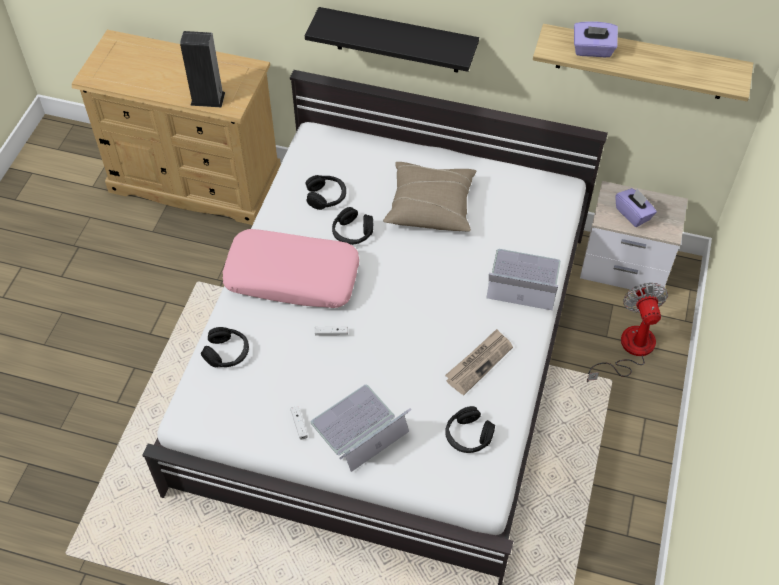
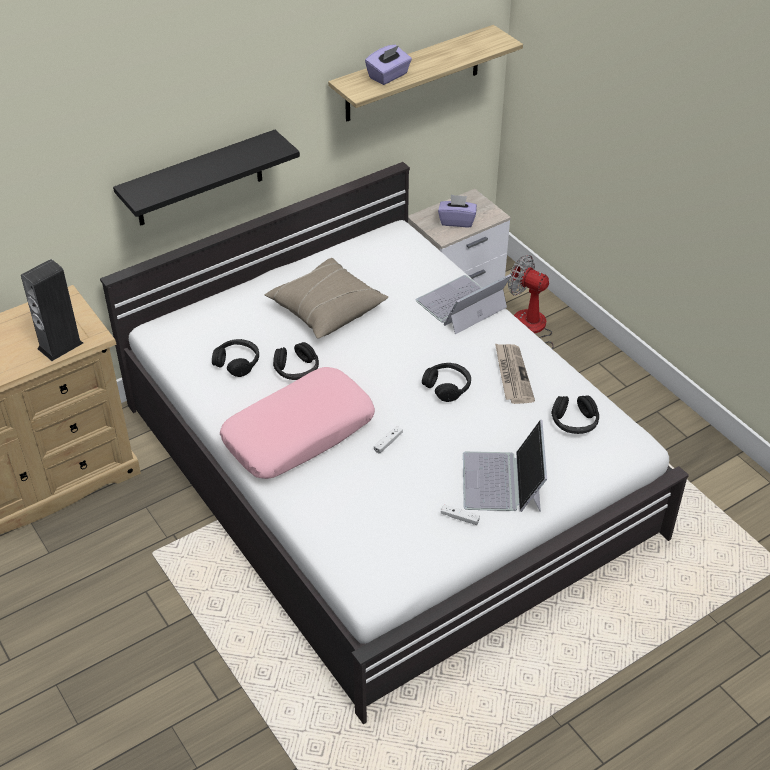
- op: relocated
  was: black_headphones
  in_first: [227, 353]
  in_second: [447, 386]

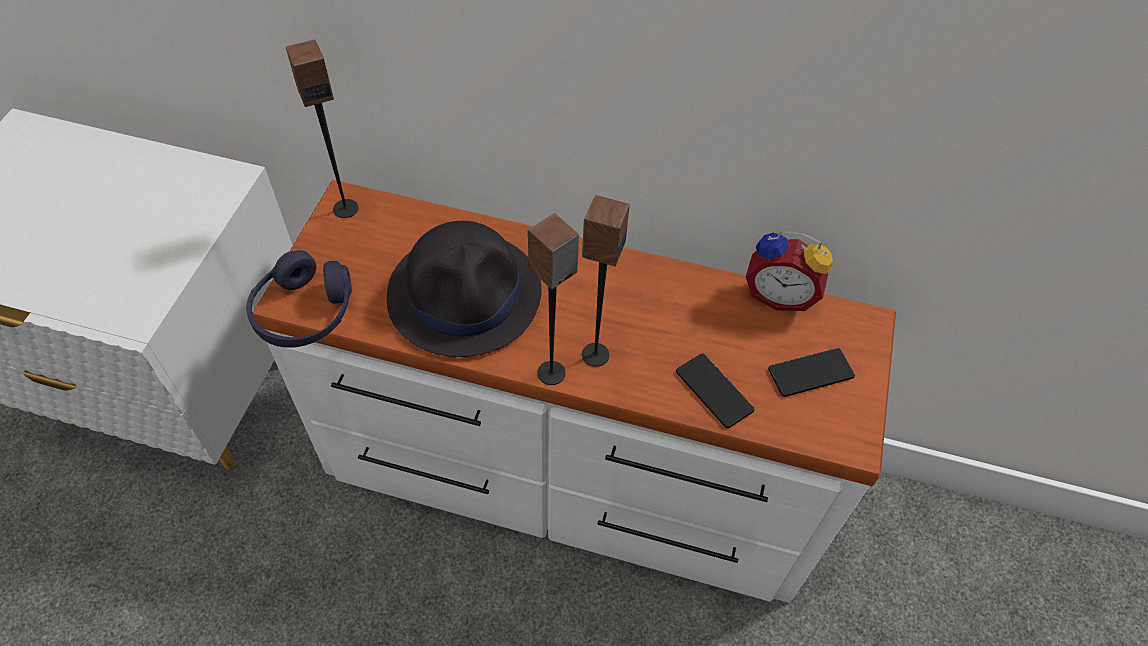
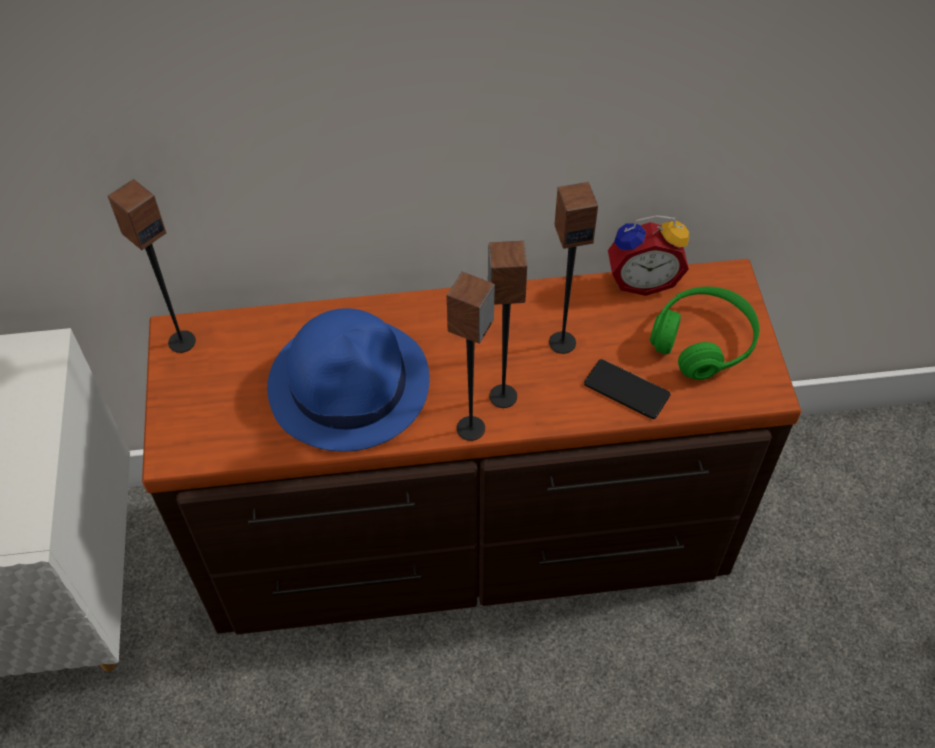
- op: colour
  was: white_dresser
  now: brown_dresser
  in_first: [568, 475]
  in_second: [468, 538]
- op: colour
  was: black_hat
  now: blue_hat
  in_first: [466, 294]
  in_second: [350, 384]
- op: appeared
  now: speaker
  in_second: [562, 342]
- op: exchanged
  was: phone
  now: green_headphones
  in_first: [810, 373]
  in_second: [702, 342]
- op: missing
  was: purple_headphones
  in_first: [304, 312]

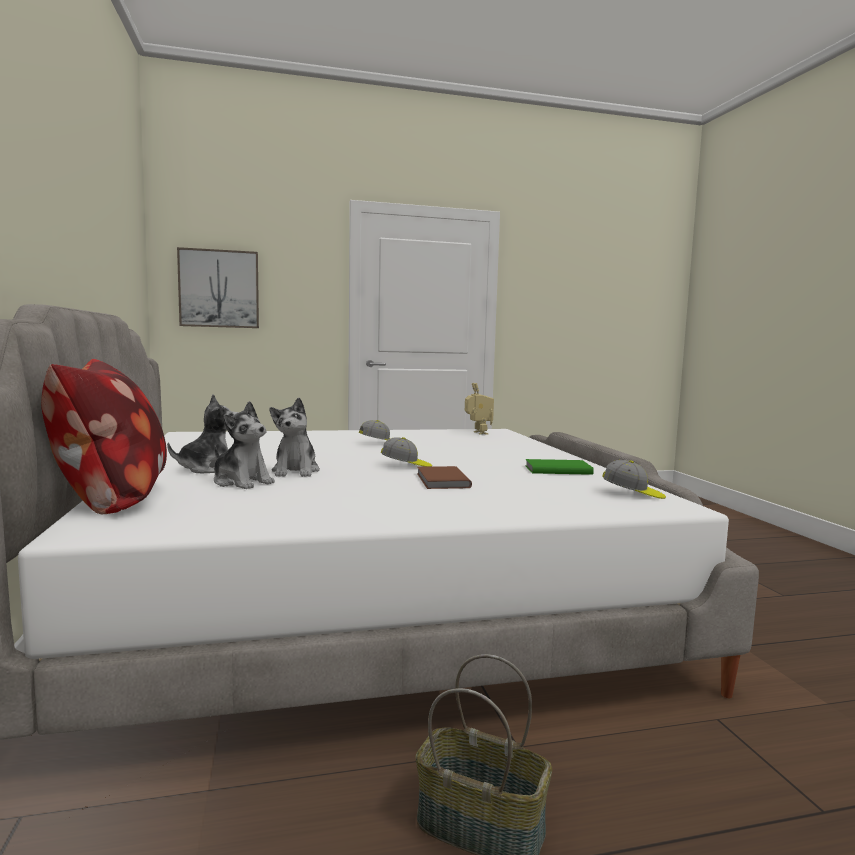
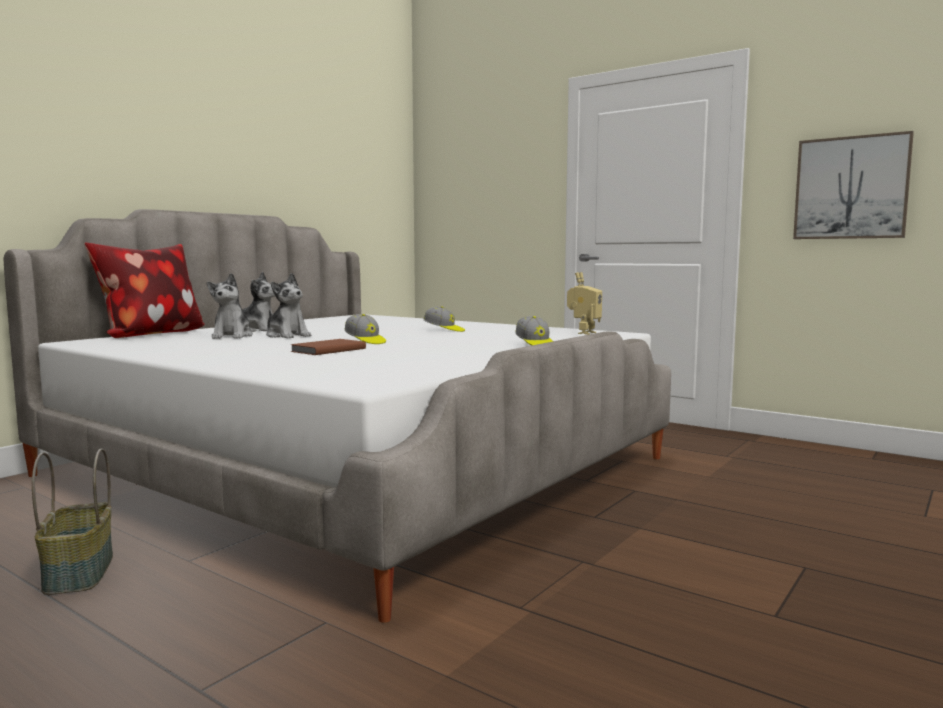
- op: spun
  was: plush_toy
  in_first: [296, 471]
  in_second: [287, 336]
  clockwise: -90
- op: relocated
  was: cap
  in_first: [633, 494]
  in_second: [535, 345]
- op: relocated
  was: picture
  in_first: [219, 289]
  in_second: [851, 188]
- op: missing
  was: green_book
  in_first: [556, 469]

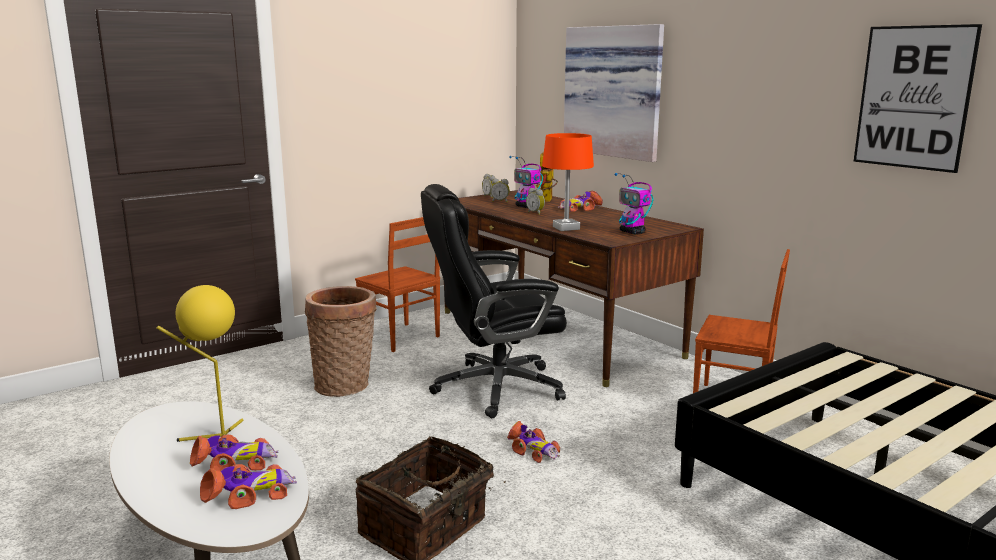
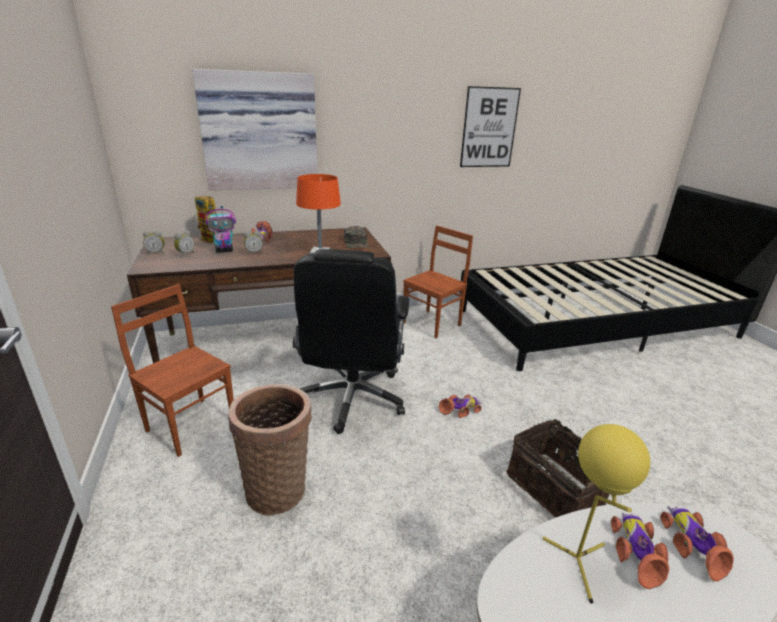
- op: spun
  was: brown_chair
  in_first: [400, 338]
  in_second: [191, 424]
  clockwise: -120
- op: exchanged
  was: toy_robot
  now: green_cap
  in_first: [632, 232]
  in_second: [356, 243]

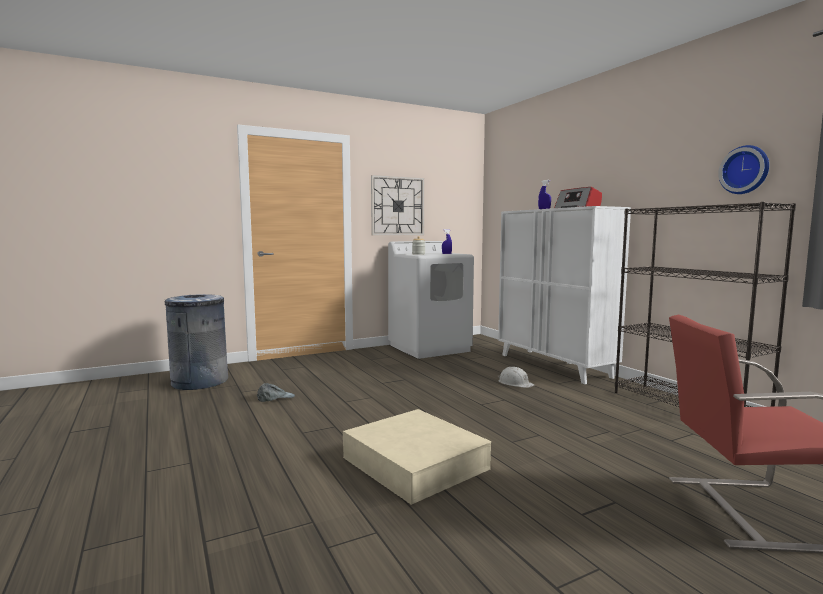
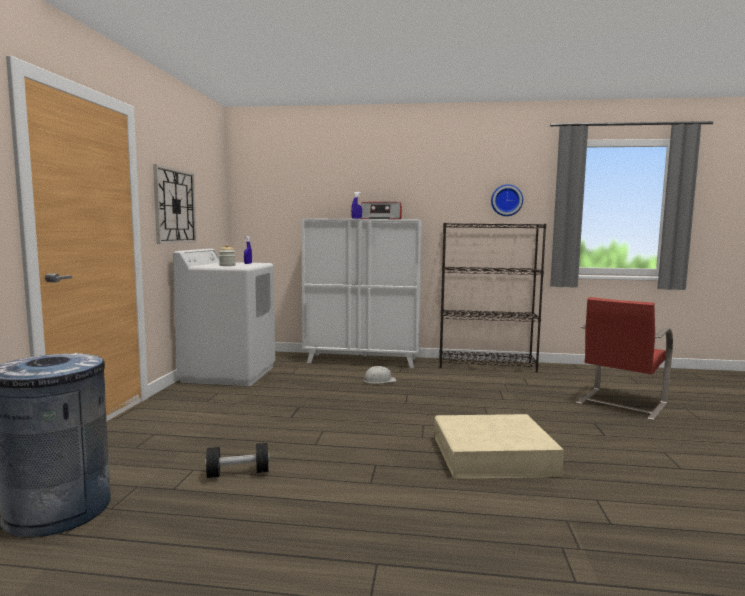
- op: exchanged
  was: grey_cap
  now: black_dumbbell
  in_first: [275, 397]
  in_second: [238, 473]

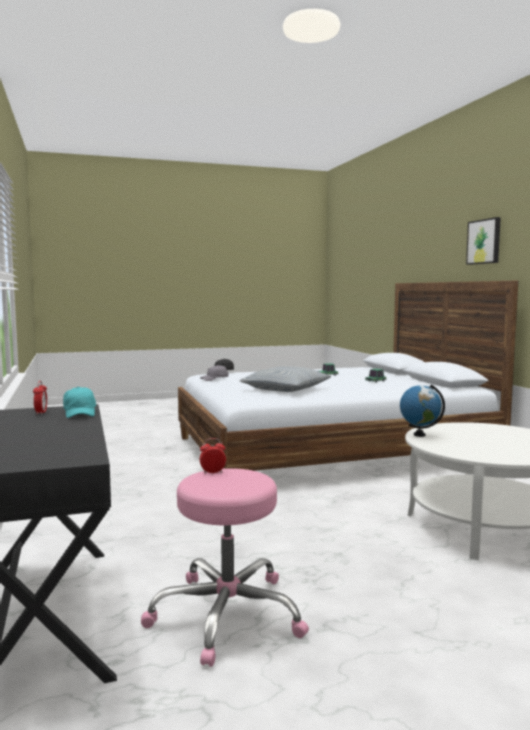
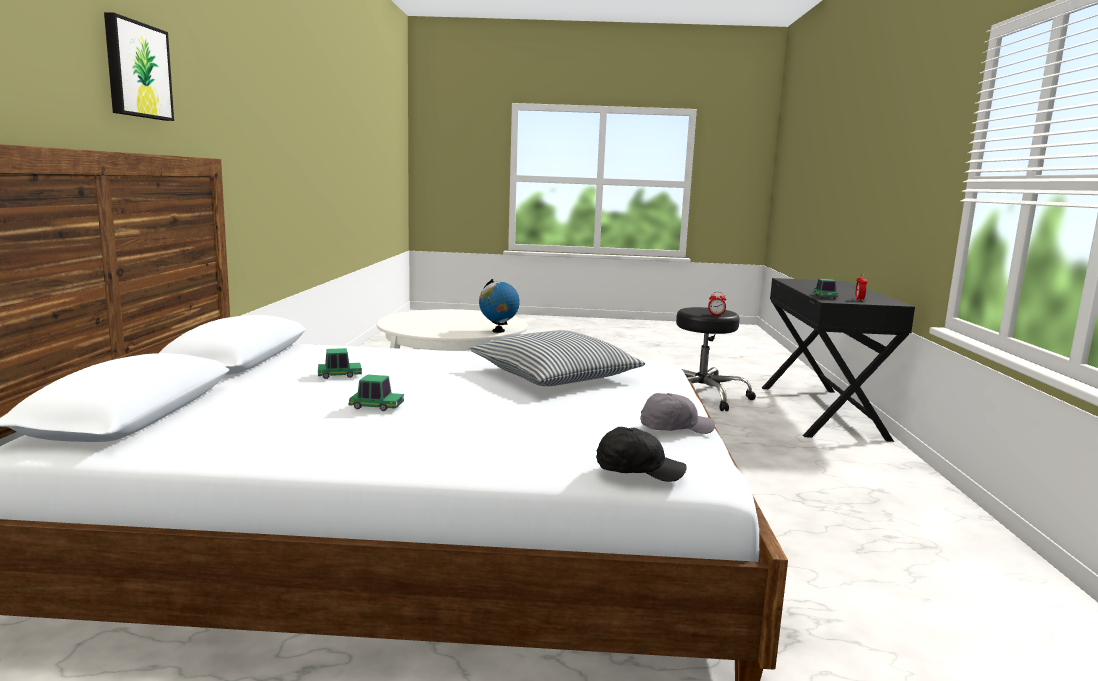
- op: colour
  was: pink_stool
  now: black_stool
  in_first: [226, 615]
  in_second: [702, 396]
- op: exchanged
  was: turquoise_cap
  now: toy_car
  in_first: [80, 413]
  in_second: [824, 296]

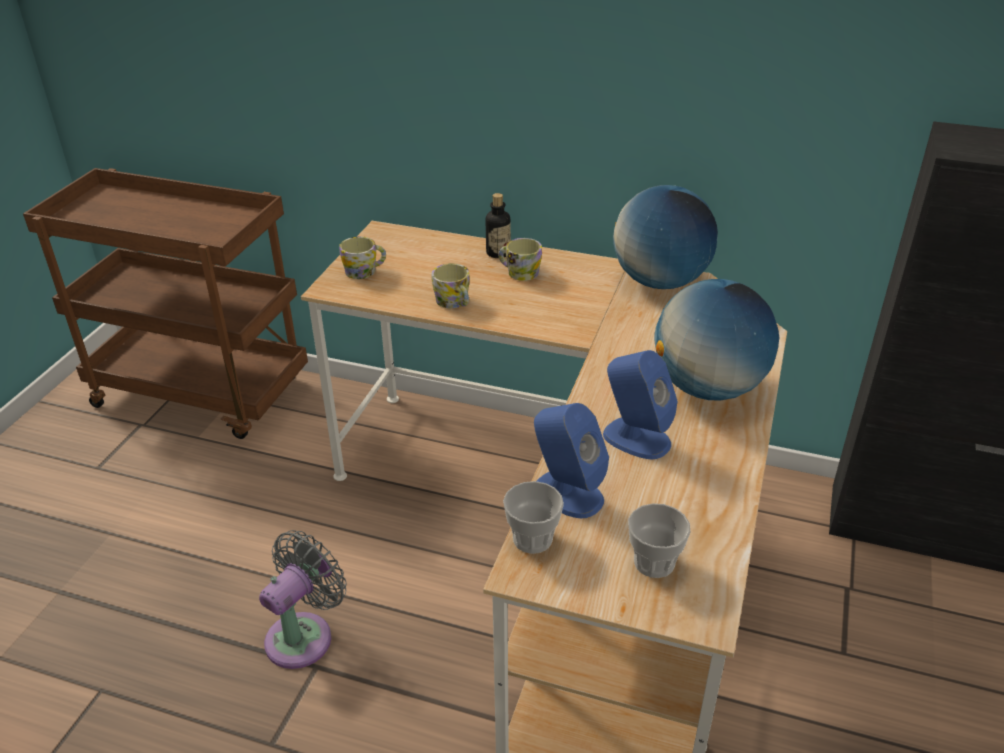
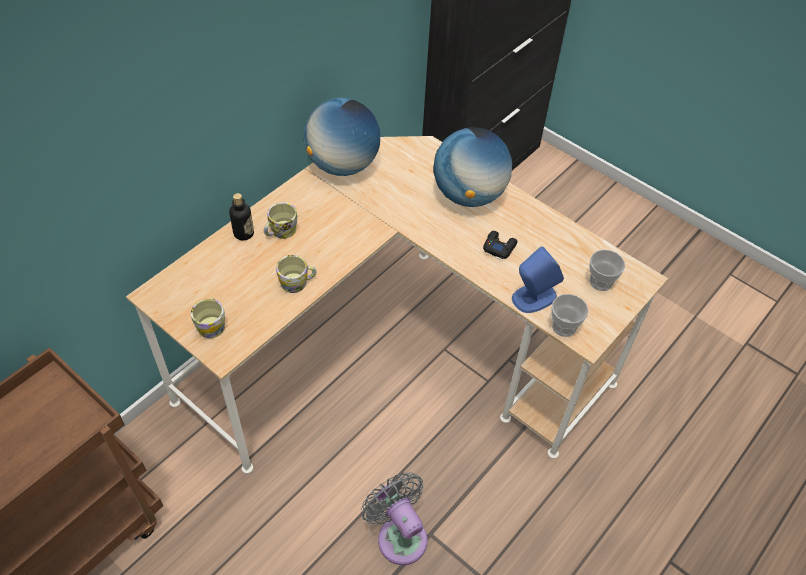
- op: exchanged
  was: blue_speaker
  now: black_game_controller
  in_first: [635, 438]
  in_second: [499, 247]

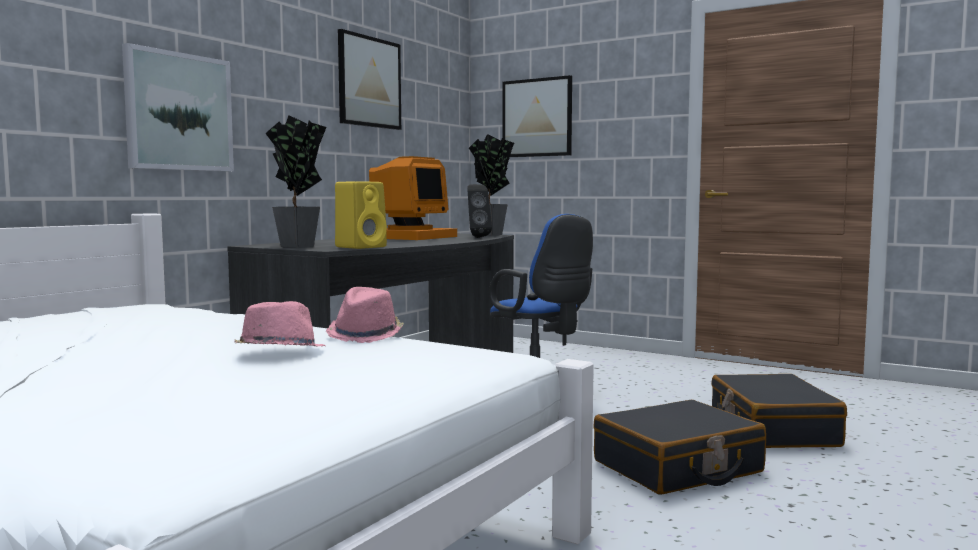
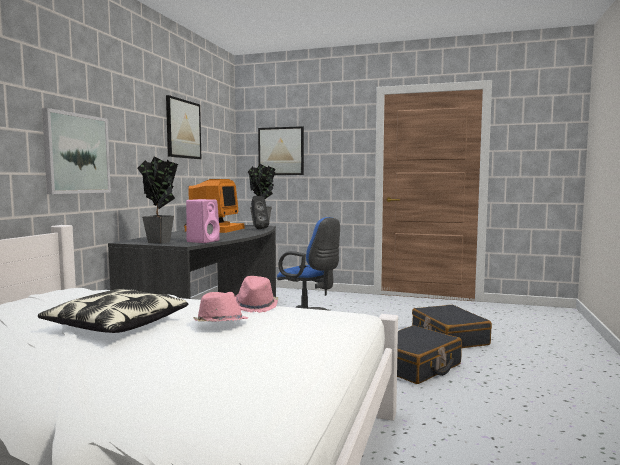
- op: appeared
  now: pillow
  in_second: [116, 325]
- op: colour
  was: yellow_speaker
  now: pink_speaker
  in_first: [362, 247]
  in_second: [203, 241]

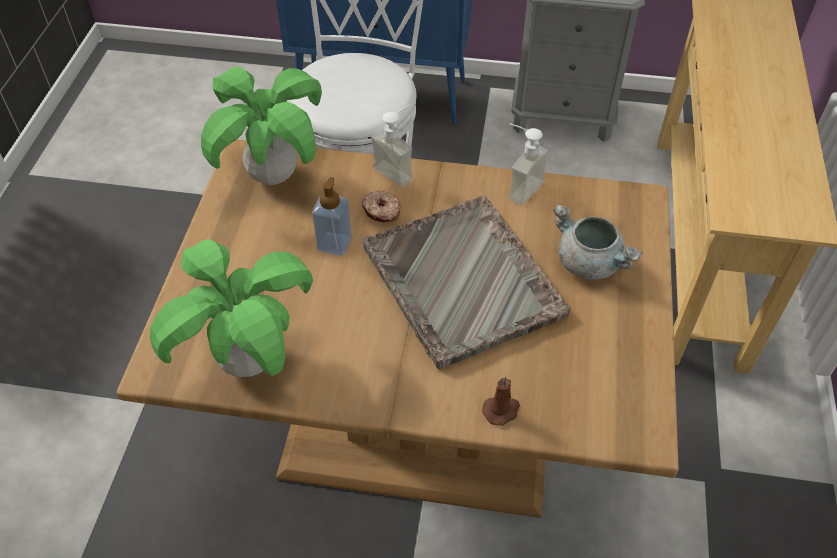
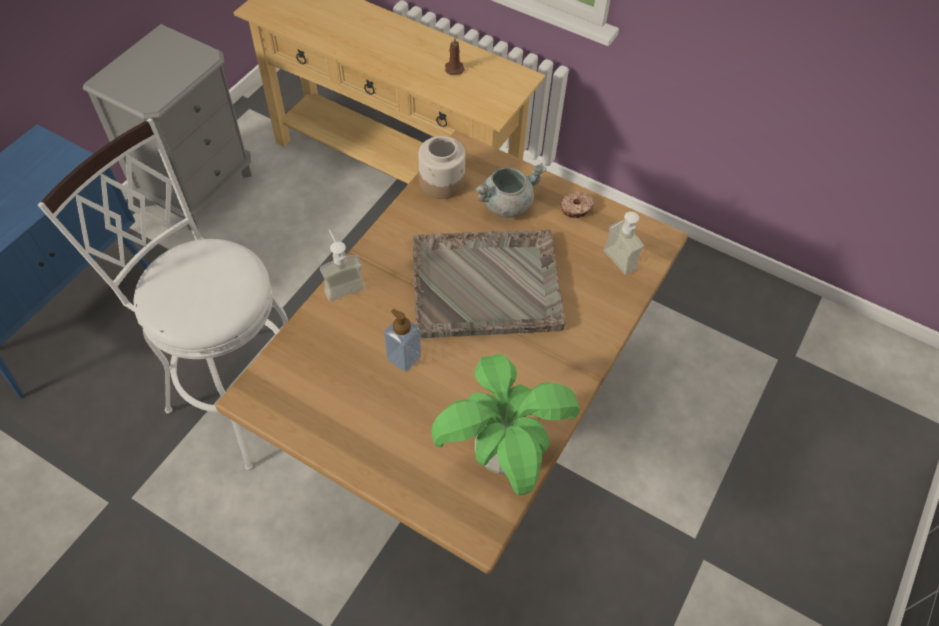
- op: appeared
  now: jar
  in_second: [442, 182]
- op: relocated
  was: brown_candle
  in_first: [501, 410]
  in_second: [454, 68]
- op: relocated
  was: donut
  in_first: [381, 211]
  in_second: [576, 208]
- op: relocated
  was: soap_dispenser
  in_first: [518, 187]
  in_second: [613, 263]
- op: missing
  was: potted_plant
  in_first: [272, 176]

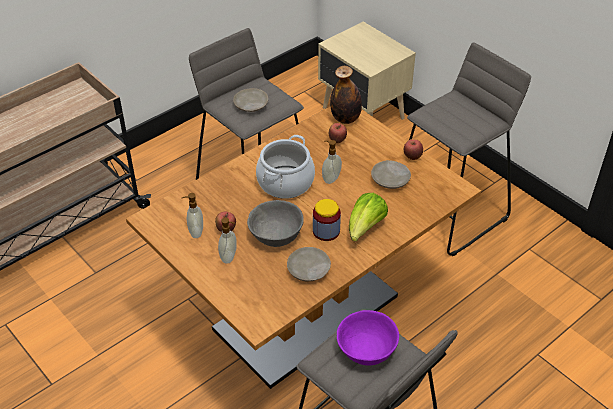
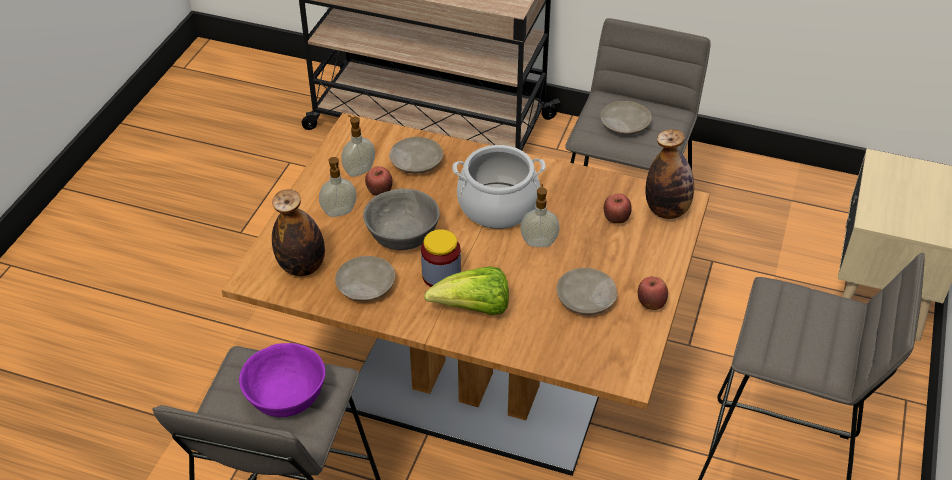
- op: appeared
  now: bottle
  in_second: [302, 267]
- op: appeared
  now: beige_plate
  in_second: [416, 162]

